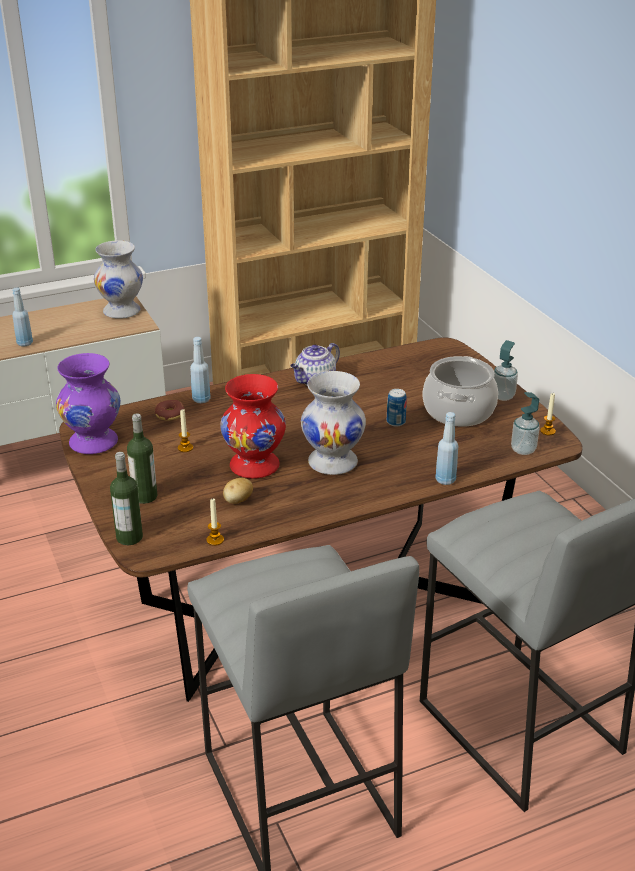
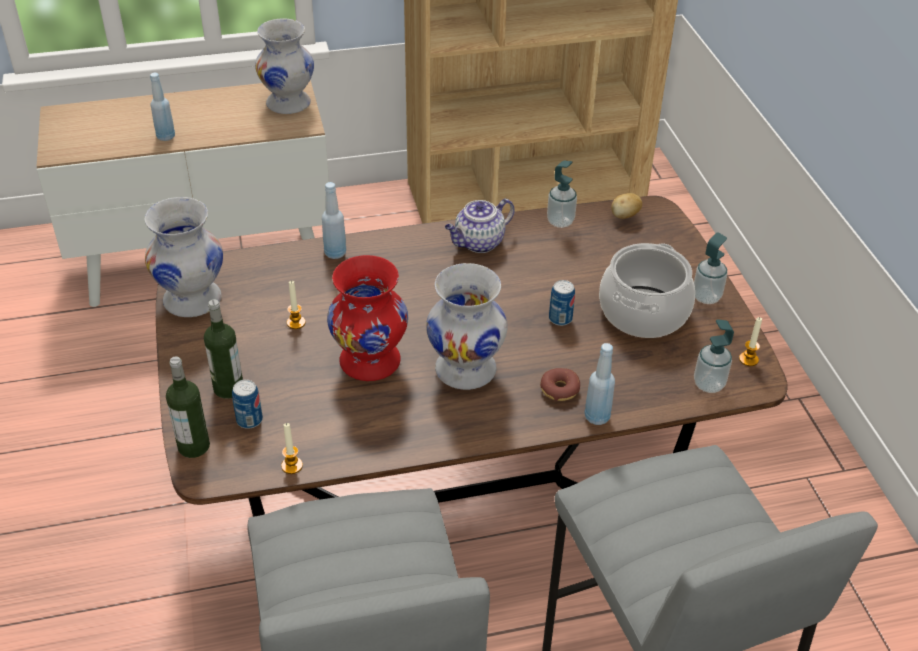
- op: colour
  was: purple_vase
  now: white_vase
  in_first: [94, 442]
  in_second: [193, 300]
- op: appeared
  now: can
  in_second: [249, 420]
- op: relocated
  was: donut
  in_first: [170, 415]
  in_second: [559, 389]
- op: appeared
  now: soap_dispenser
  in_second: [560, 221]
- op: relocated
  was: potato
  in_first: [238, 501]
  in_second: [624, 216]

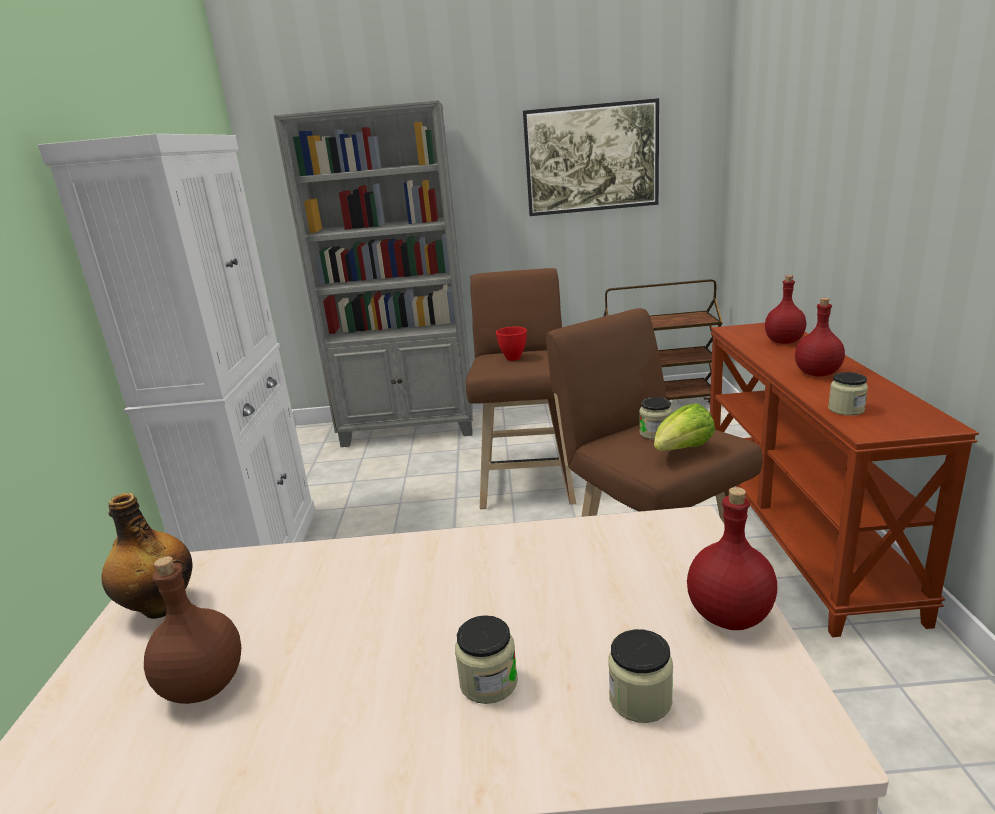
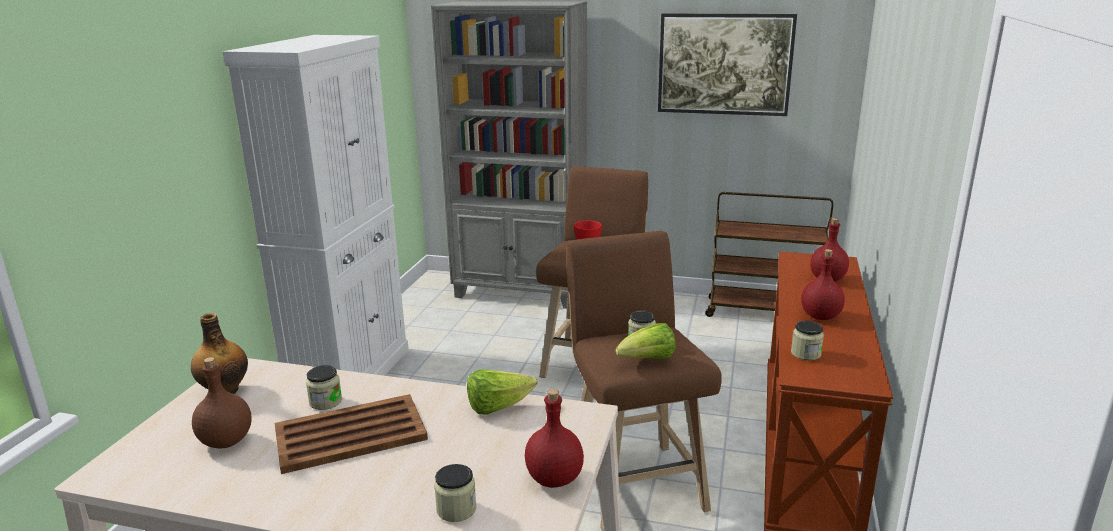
- op: appeared
  now: brown_tray
  in_second: [349, 434]
- op: relocated
  was: jar
  in_first: [488, 682]
  in_second: [325, 401]
- op: appeared
  now: lettuce
  in_second: [498, 407]

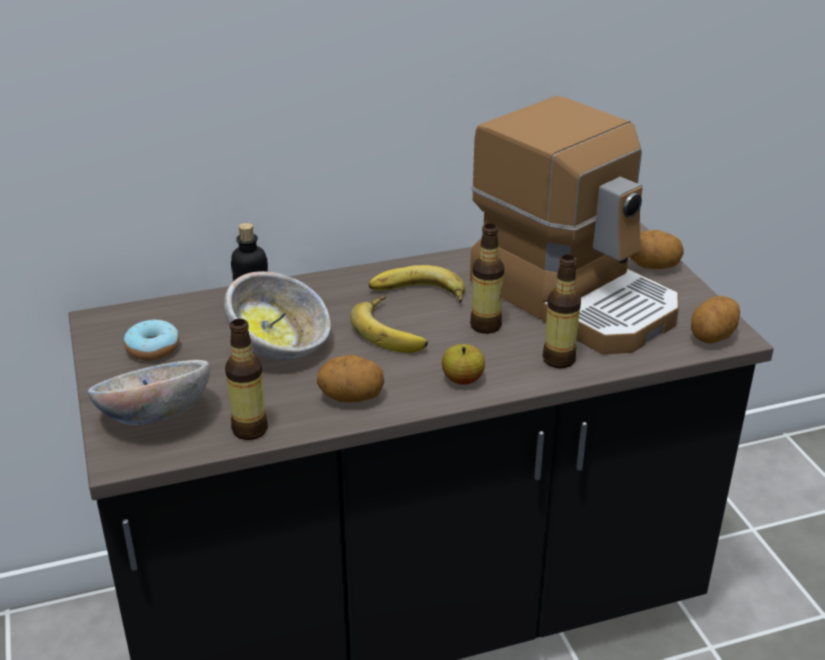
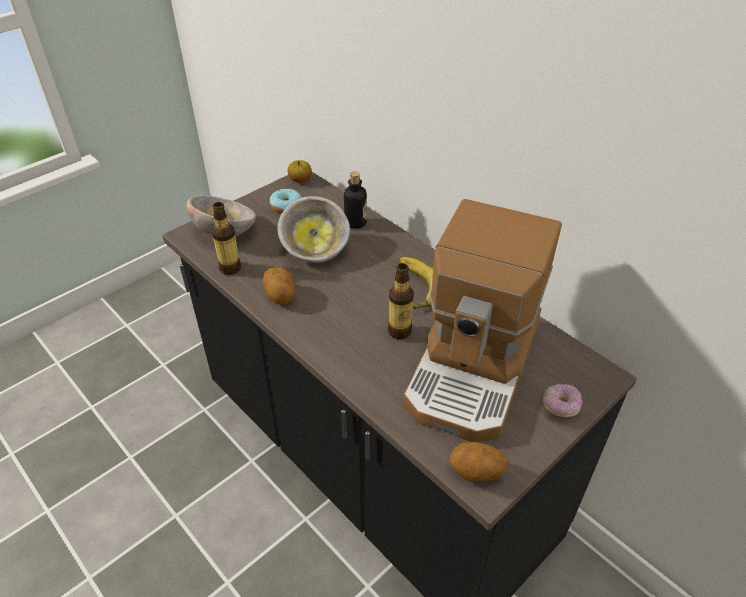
- op: relocated
  was: apple
  in_first: [462, 379]
  in_second: [300, 180]
- op: exchanged
  was: potato
  now: donut
  in_first: [652, 266]
  in_second: [561, 406]
- op: missing
  was: banana
  in_first: [393, 330]
- op: missing
  was: bottle
  in_first: [558, 360]

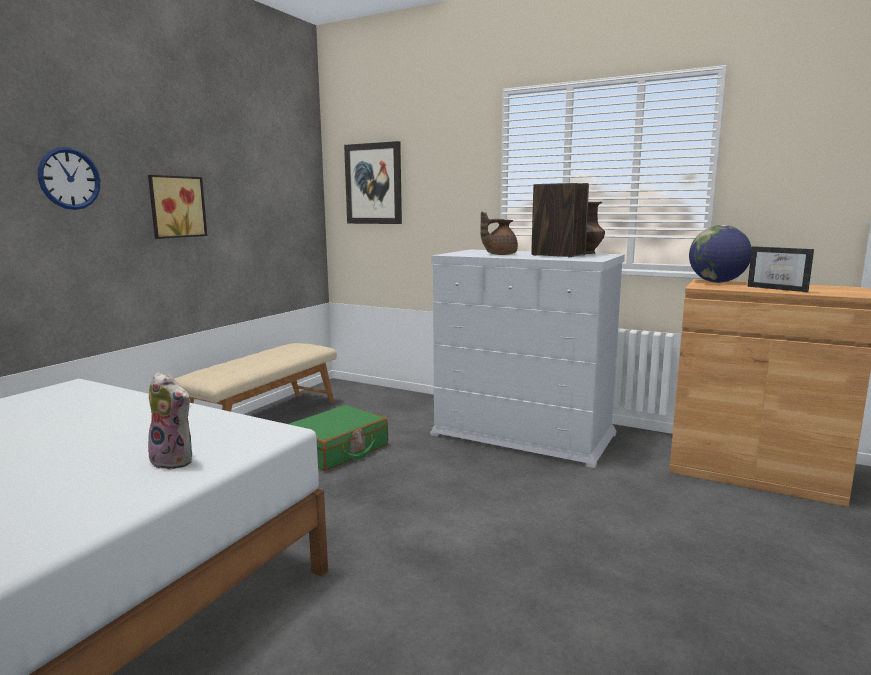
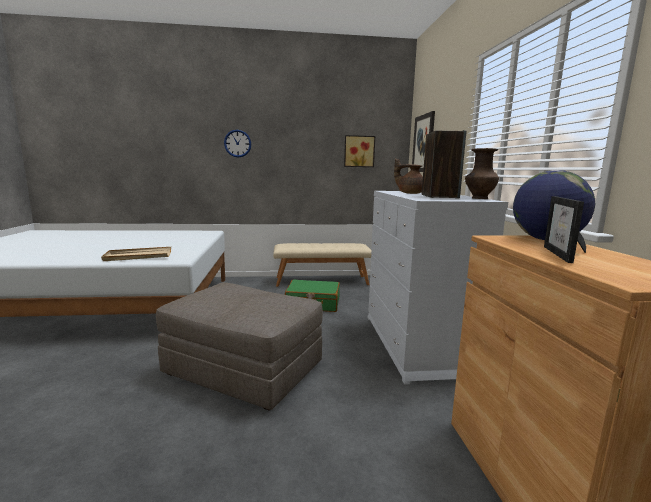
- op: exchanged
  was: plush_toy
  now: beige_tray
  in_first: [176, 460]
  in_second: [138, 256]
- op: appeared
  now: grey_ottoman
  in_second: [244, 369]
- op: relocated
  was: picture
  in_first: [176, 207]
  in_second: [359, 151]

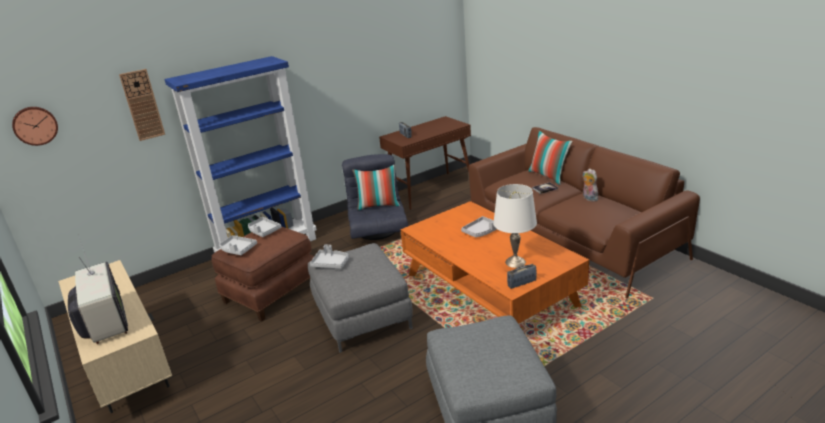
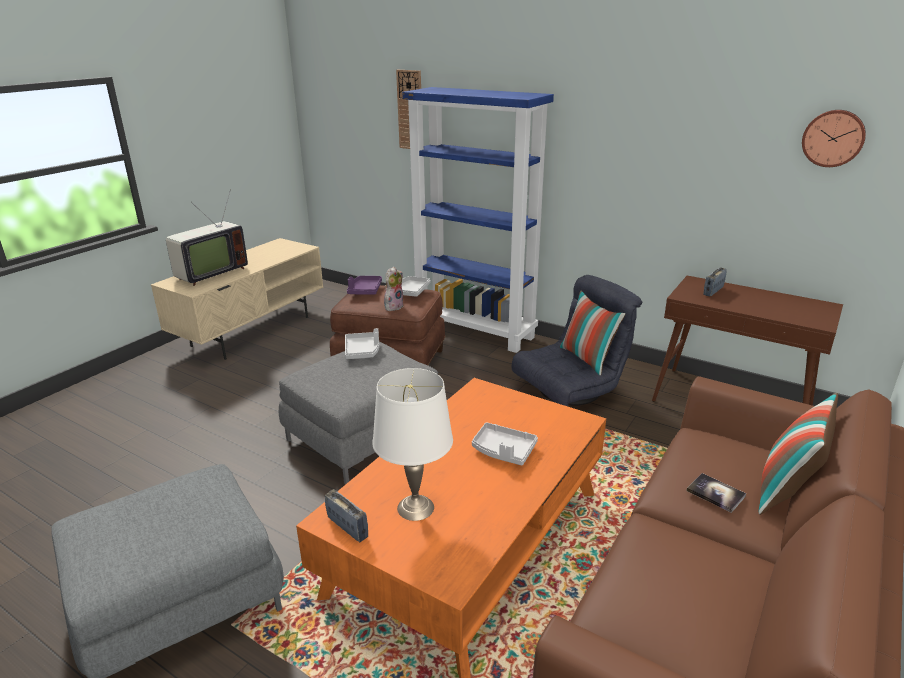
- op: colour
  was: grey_tray
  now: purple_tray
  in_first: [238, 249]
  in_second: [365, 290]
- op: relocated
  was: plush_toy
  in_first: [589, 198]
  in_second: [393, 306]
- op: relocated
  was: wall_clock
  in_first: [35, 125]
  in_second: [833, 138]

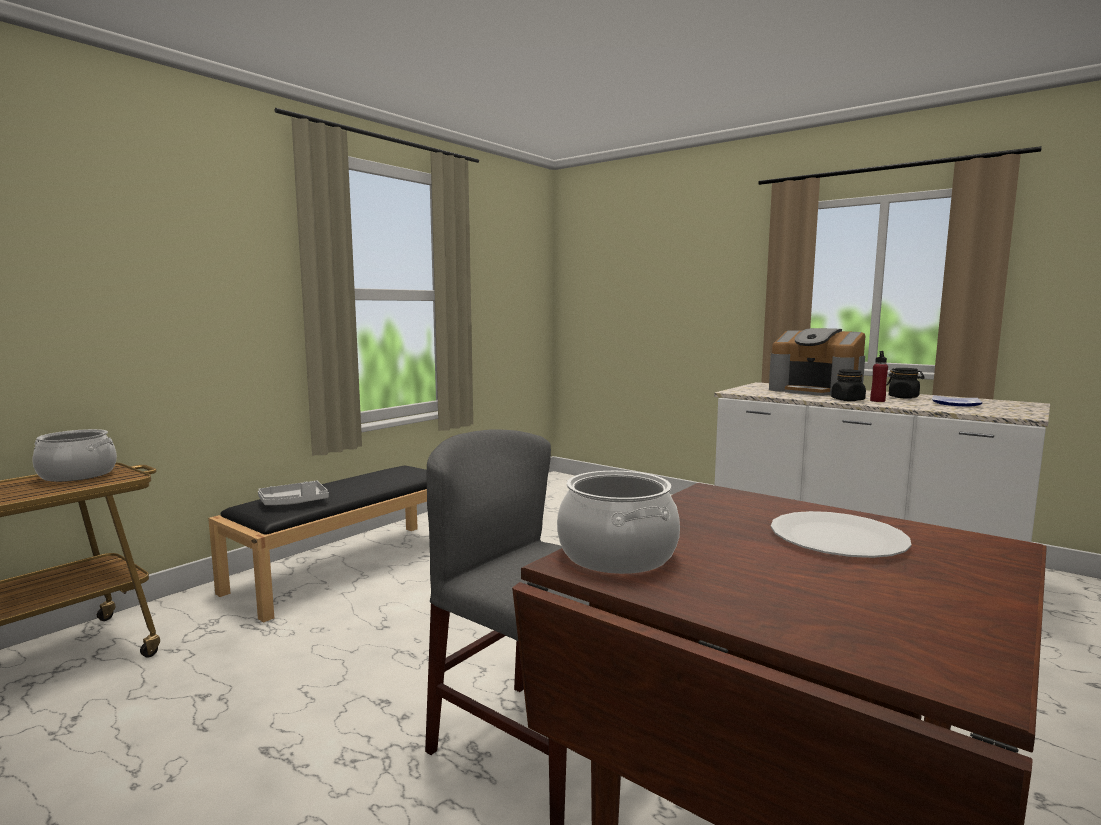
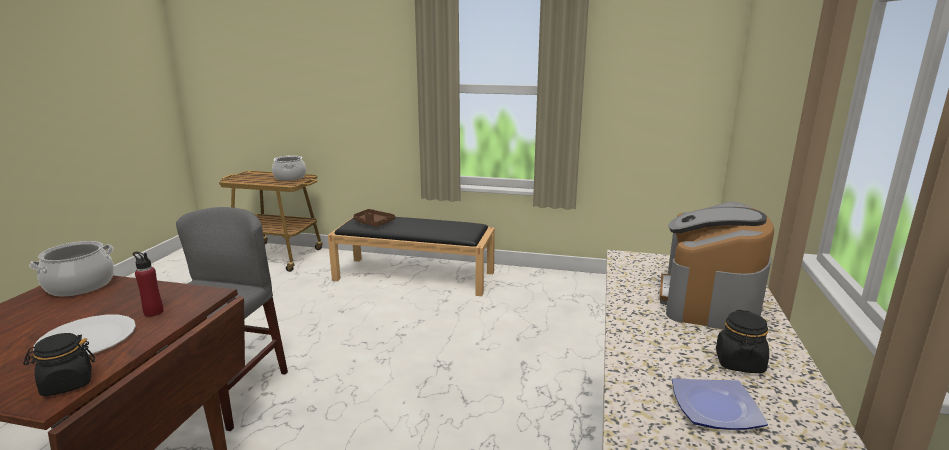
- op: relocated
  was: black_jar
  in_first: [848, 400]
  in_second: [67, 384]
- op: relocated
  was: red_bottle
  in_first: [877, 401]
  in_second: [153, 312]
- op: colour
  was: grey_tray
  now: brown_tray
  in_first: [294, 502]
  in_second: [373, 223]

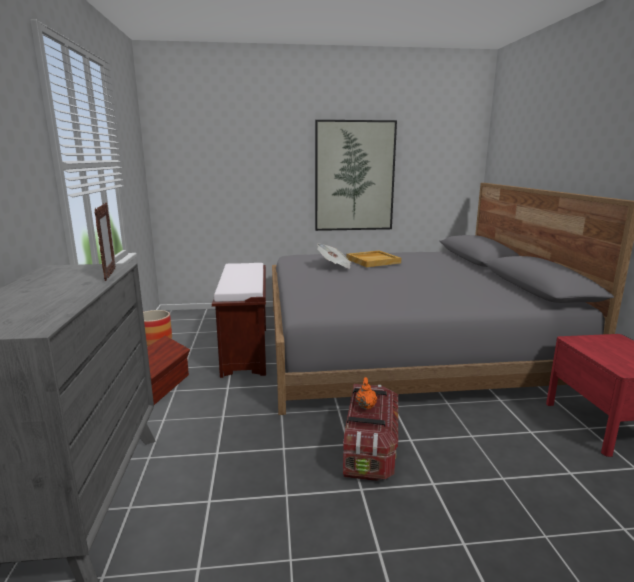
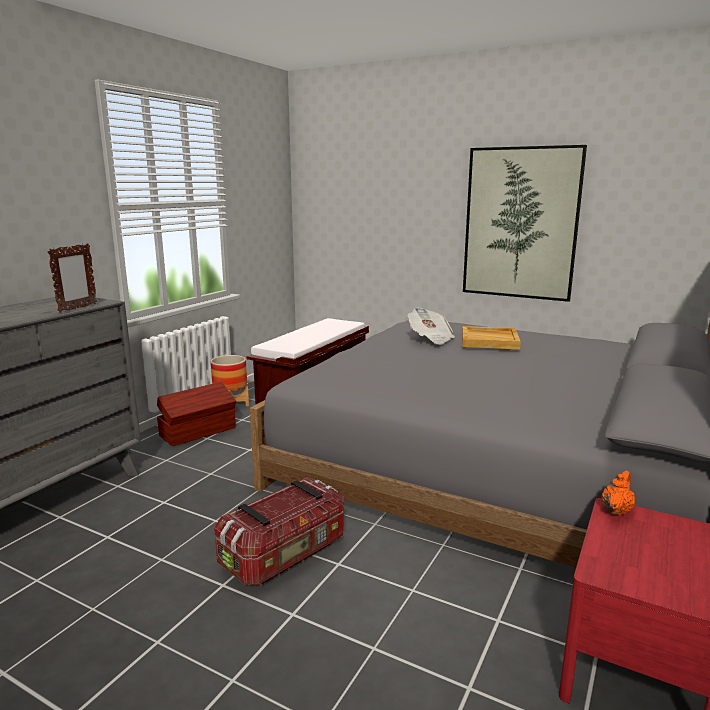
- op: relocated
  was: orange_teapot
  in_first: [365, 406]
  in_second: [616, 510]

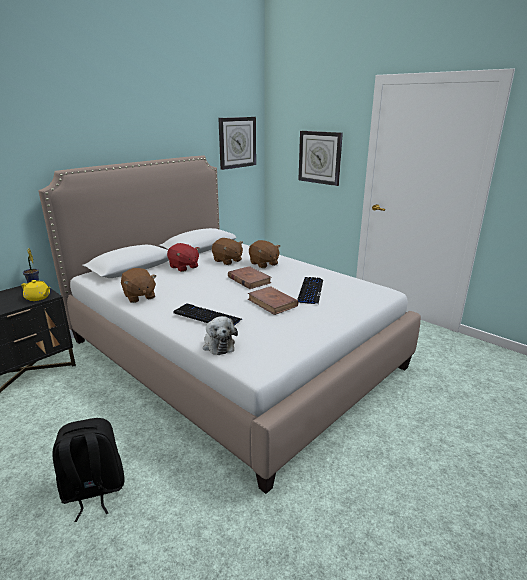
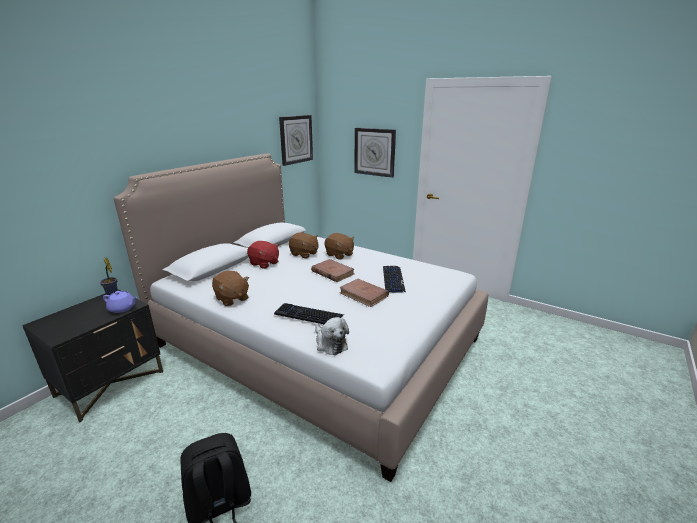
- op: colour
  was: yellow_teapot
  now: purple_teapot
  in_first: [38, 298]
  in_second: [122, 308]

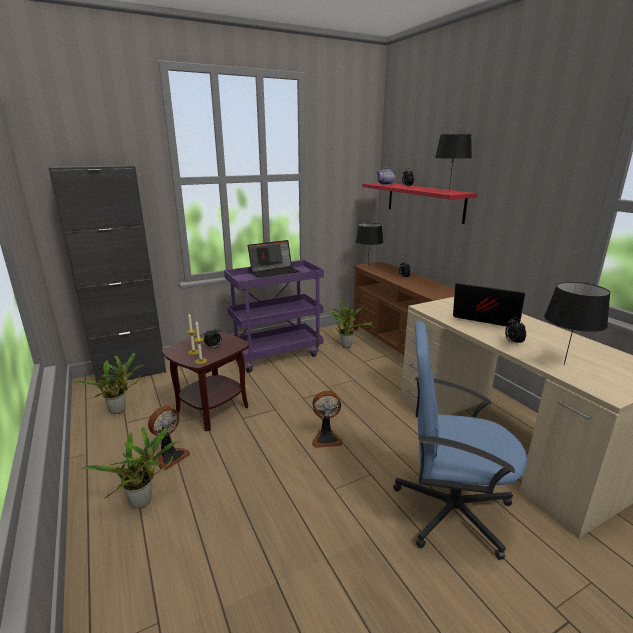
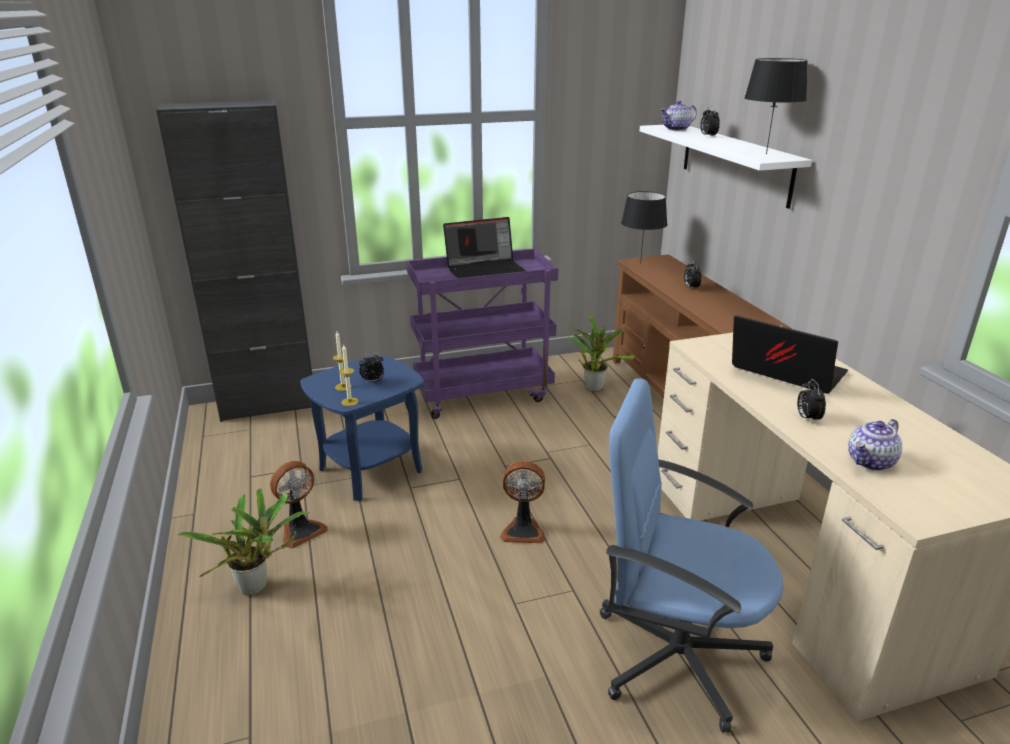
- op: colour
  was: brown_side_table
  now: blue_side_table
  in_first: [212, 409]
  in_second: [370, 469]
- op: colour
  was: red_shelf
  now: white_shelf
  in_first: [424, 201]
  in_second: [735, 163]
- op: exchanged
  was: black_table_lamp
  now: teapot
  in_first: [564, 364]
  in_second: [871, 462]
- op: missing
  was: potted_plant
  in_first: [120, 409]

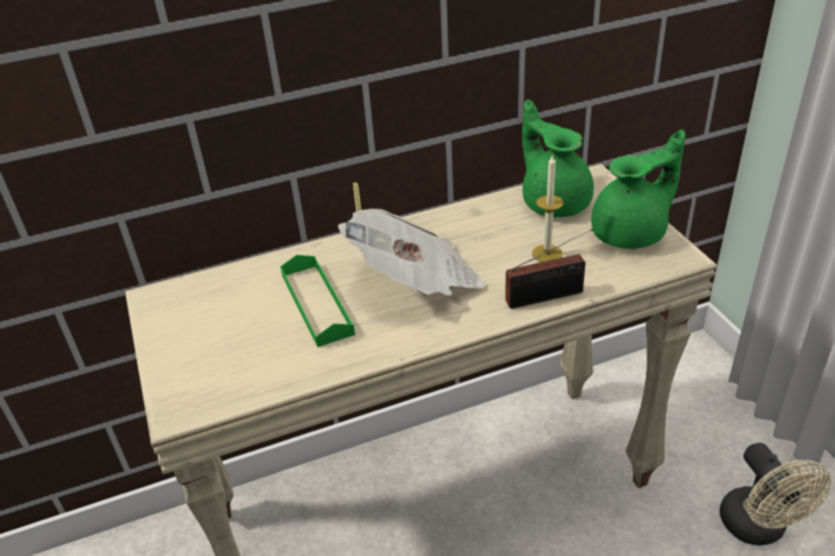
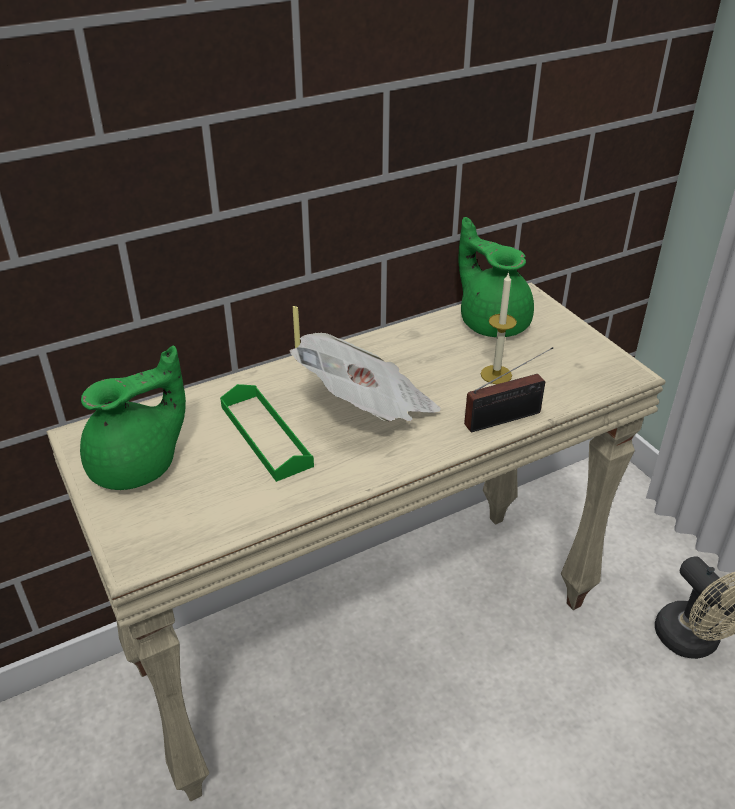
- op: relocated
  was: green_teapot
  in_first: [632, 233]
  in_second: [138, 466]

